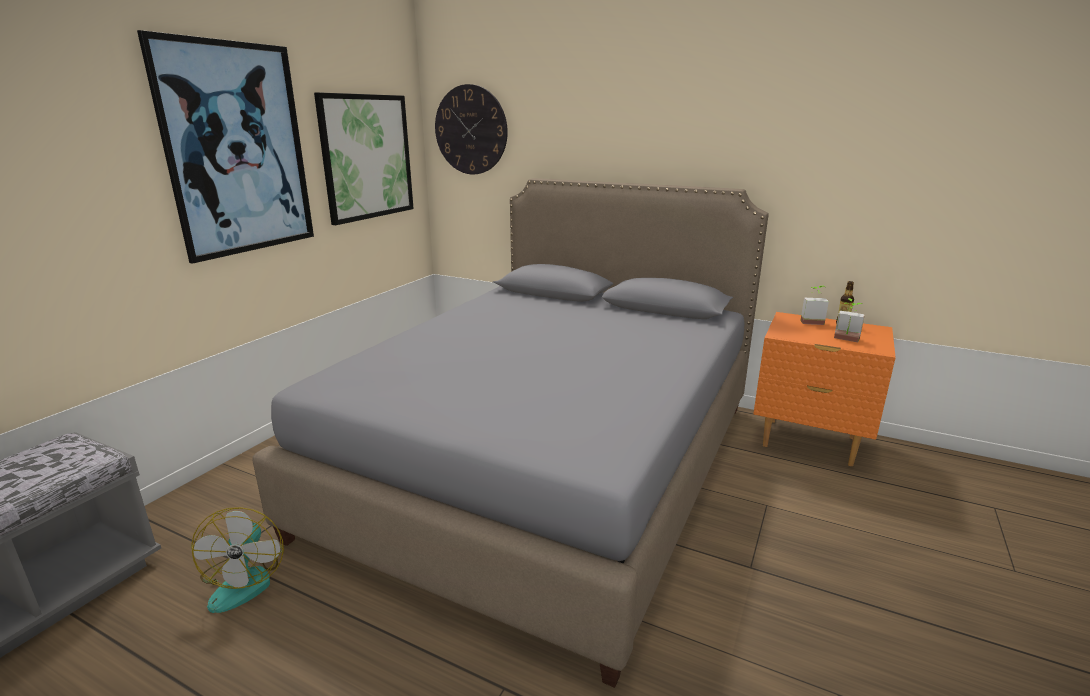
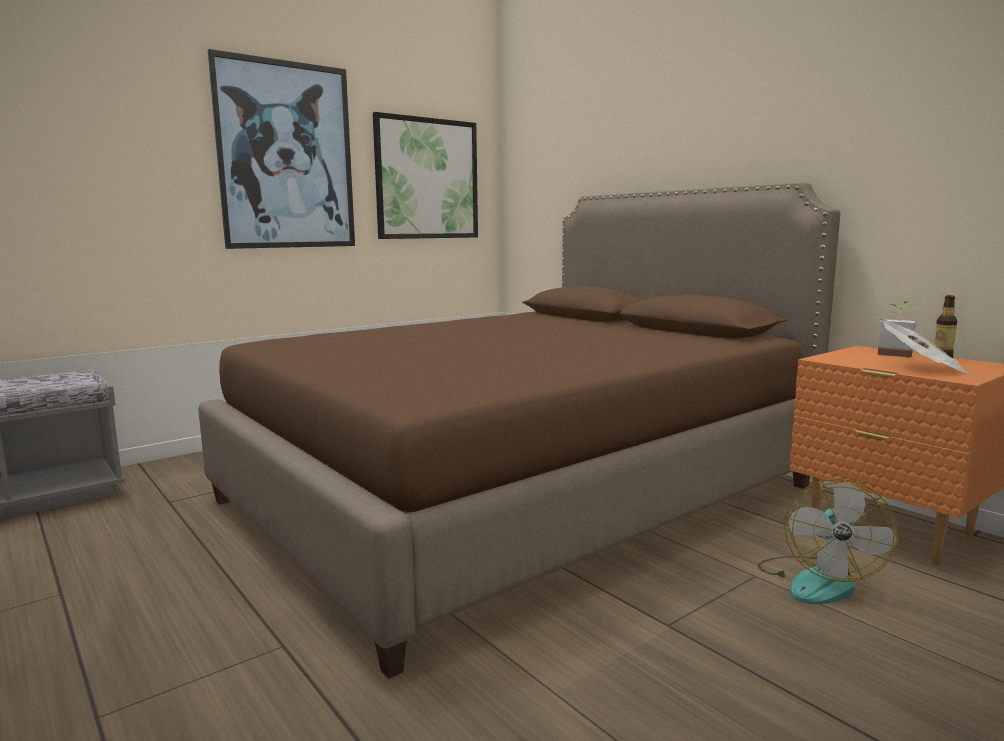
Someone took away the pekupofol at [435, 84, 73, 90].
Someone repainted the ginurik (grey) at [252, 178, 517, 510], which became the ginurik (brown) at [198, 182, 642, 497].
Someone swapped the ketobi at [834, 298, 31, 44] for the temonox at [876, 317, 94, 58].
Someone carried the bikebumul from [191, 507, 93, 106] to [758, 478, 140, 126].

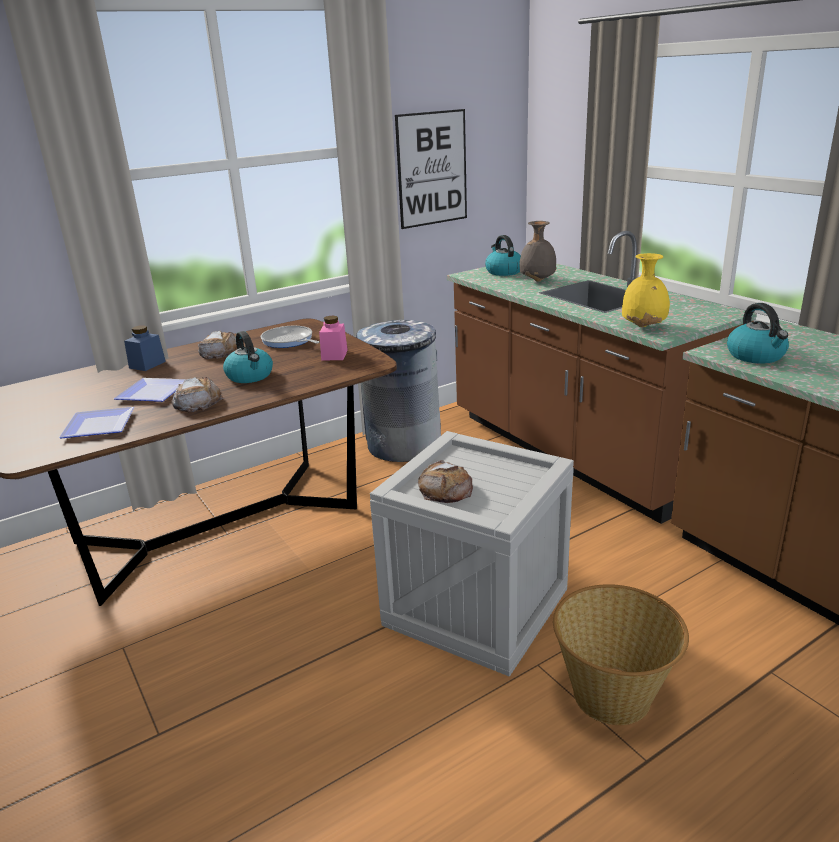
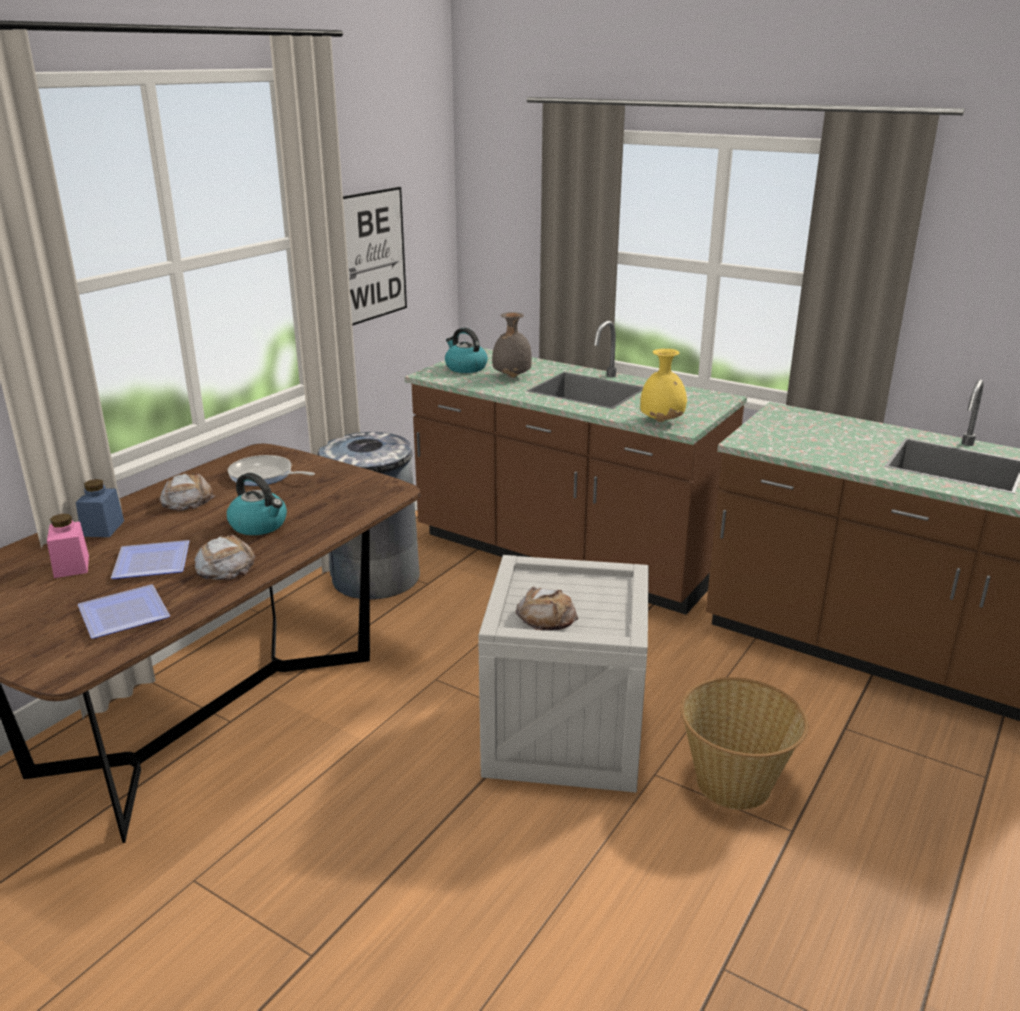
Someone took away the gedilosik at [727, 303, 62, 60].
Someone carried the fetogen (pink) from [319, 316, 29, 45] to [47, 514, 42, 64].

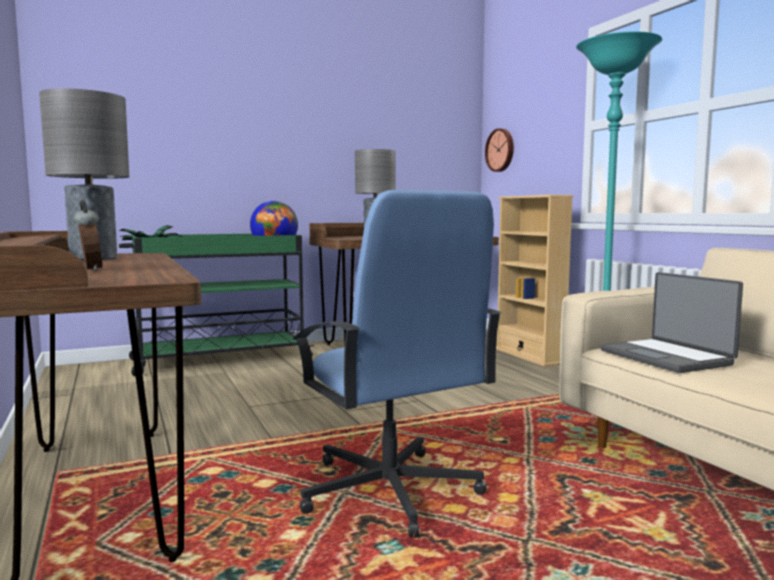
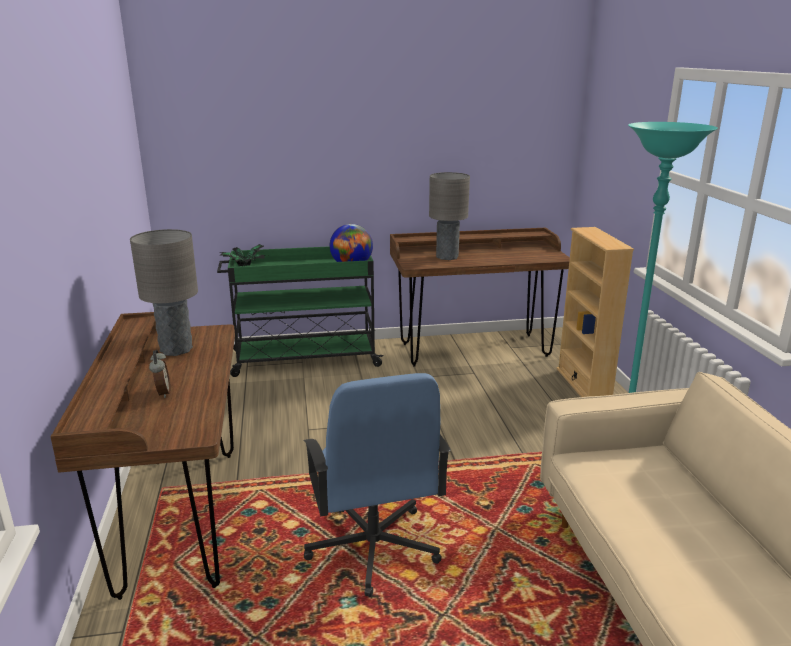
Someone took away the pekupofol at [485, 128, 29, 44].
Someone took away the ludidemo at [600, 272, 143, 101].

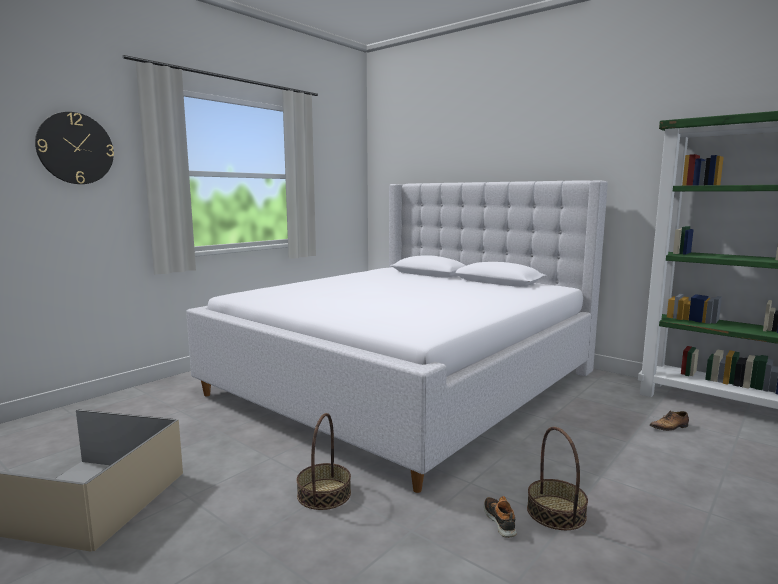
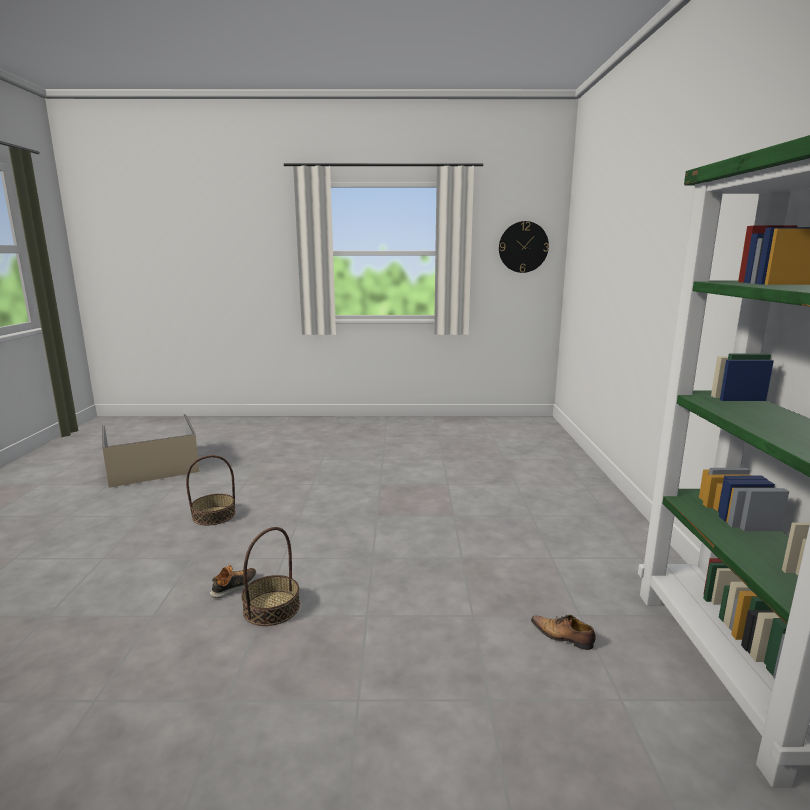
Someone carried the pekupofol from [35, 112, 79, 72] to [499, 221, 50, 52].
Someone took away the ginurik (white) at [186, 180, 422, 313].

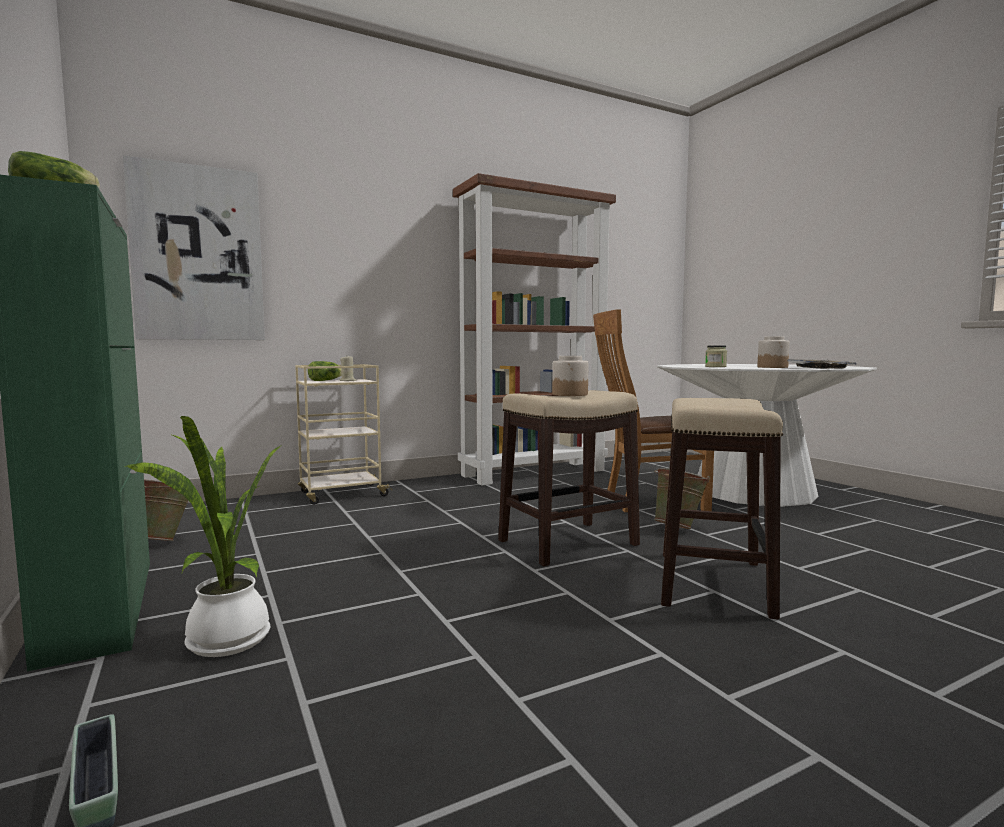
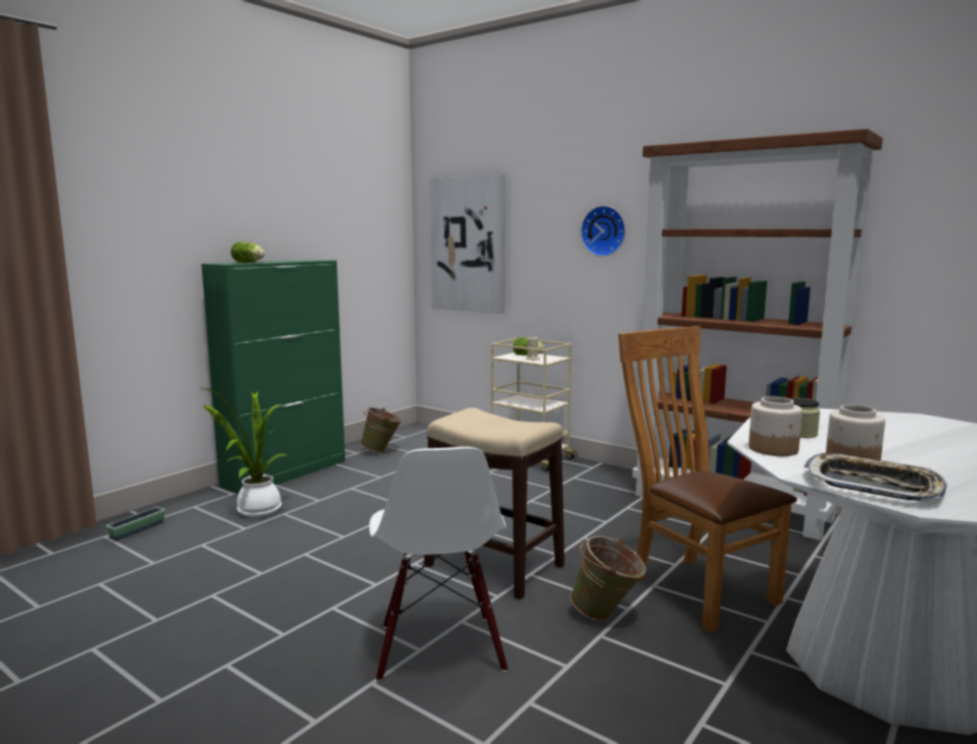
Someone carried the fetogen from [552, 356, 36, 40] to [749, 396, 53, 60].
Someone swapped the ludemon at [661, 398, 122, 222] for the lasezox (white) at [369, 447, 139, 234].
Someone put up the pekupofol at [581, 205, 45, 52].

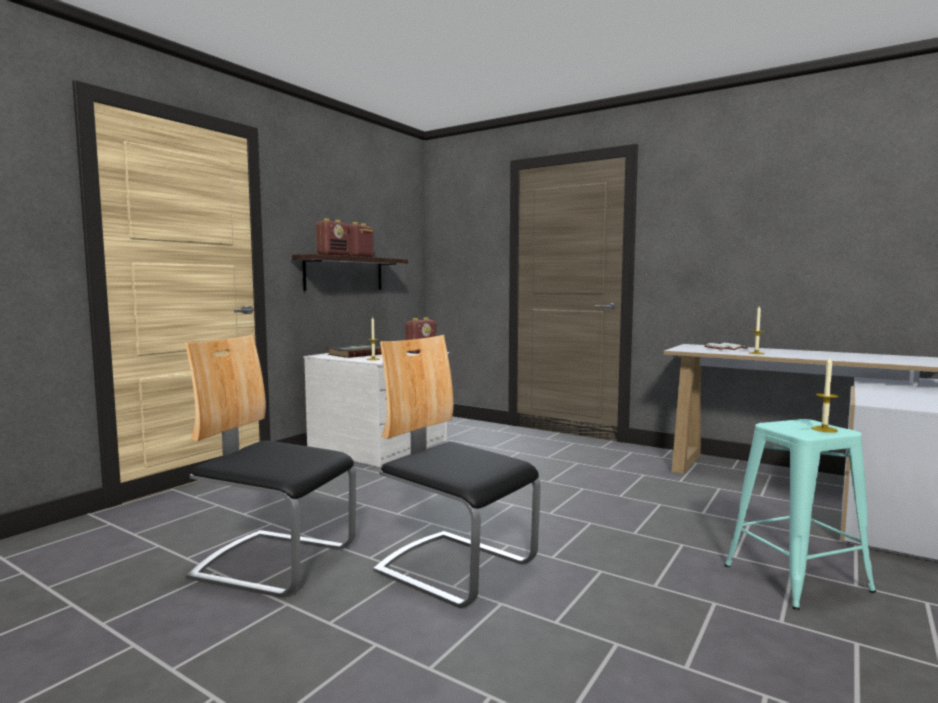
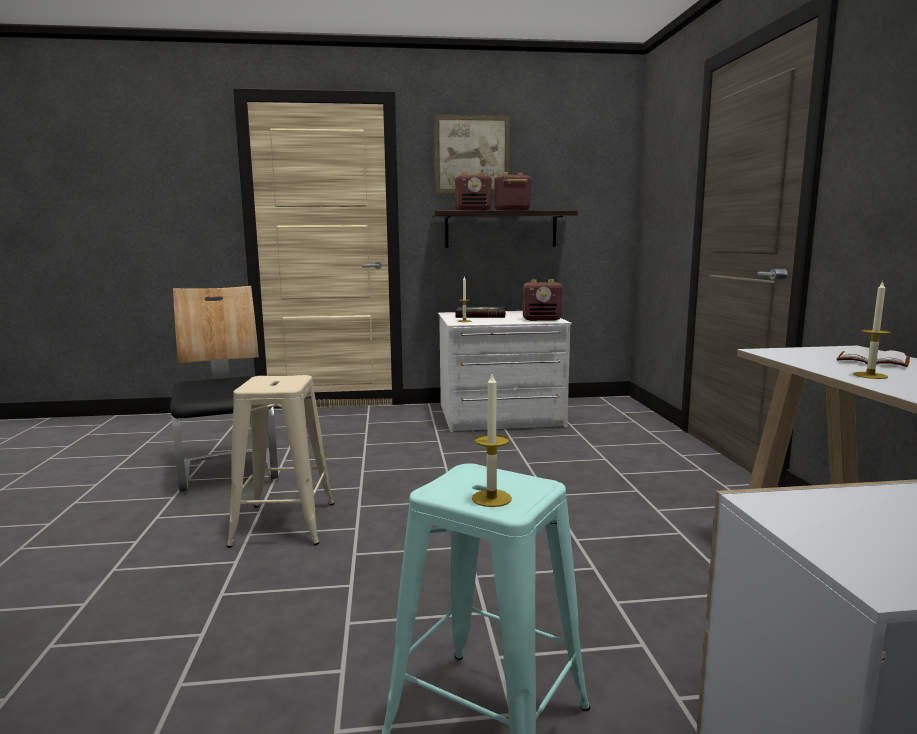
Someone swapped the lasezox at [373, 335, 168, 273] for the ludemon (beige) at [226, 375, 108, 173].
Someone put up the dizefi at [434, 115, 76, 79].

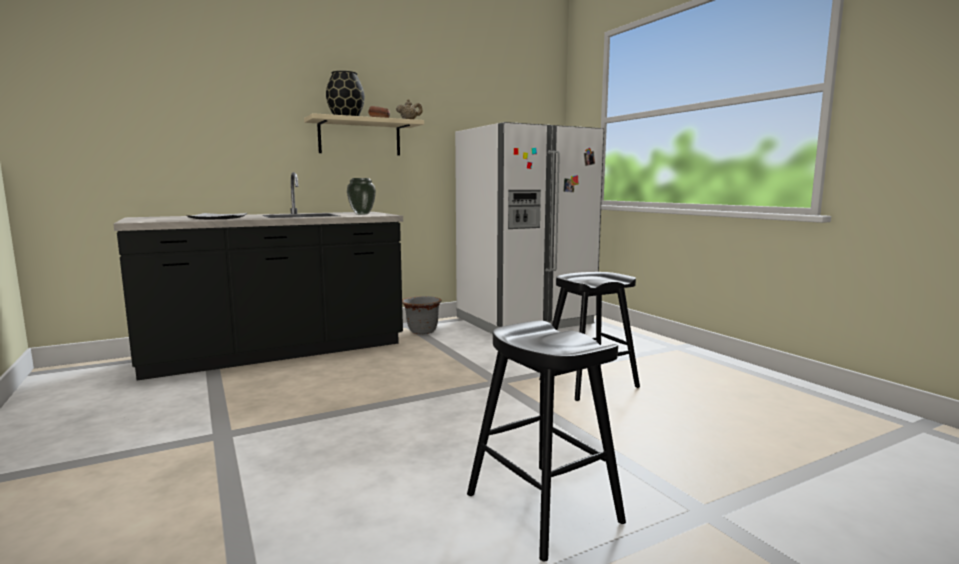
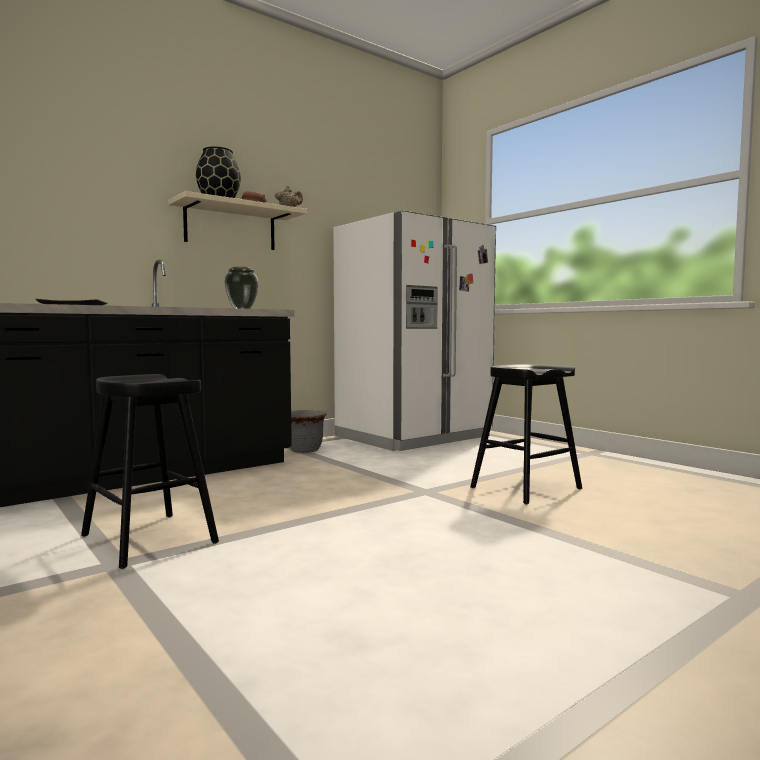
Someone carried the ludemon (black) from [467, 320, 159, 242] to [81, 374, 138, 195].

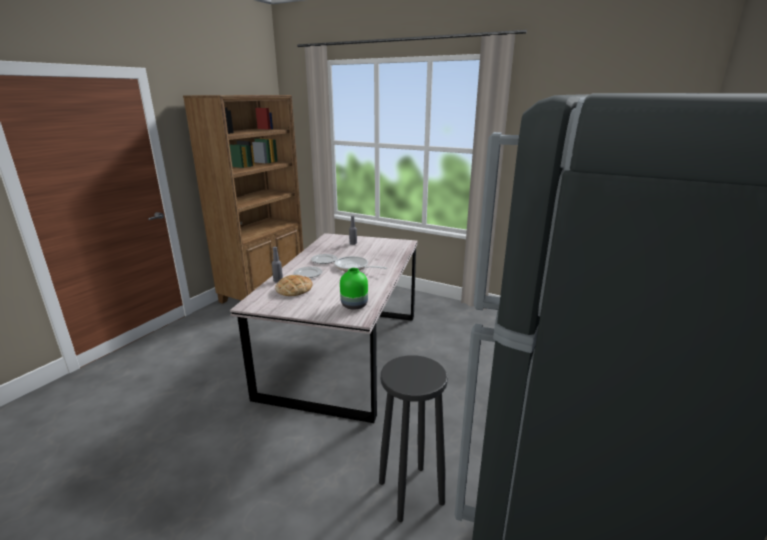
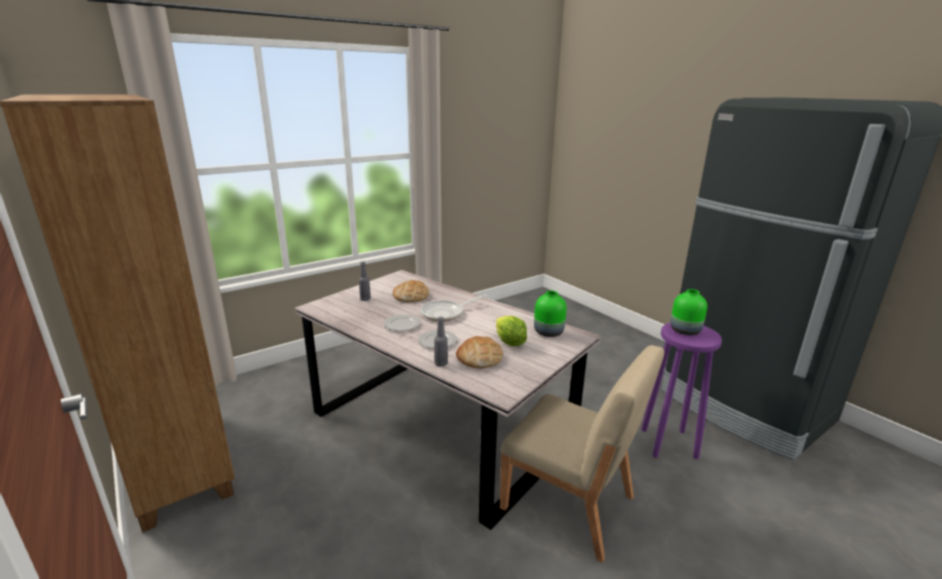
Someone repainted the ludemon (black) at [379, 355, 69, 167], which became the ludemon (purple) at [641, 323, 81, 136].
Someone put down the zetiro at [393, 280, 36, 22].
Someone put down the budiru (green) at [670, 289, 37, 47].
Someone put down the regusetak at [496, 316, 31, 30].
Someone put down the lasezox (beige) at [500, 345, 164, 218].

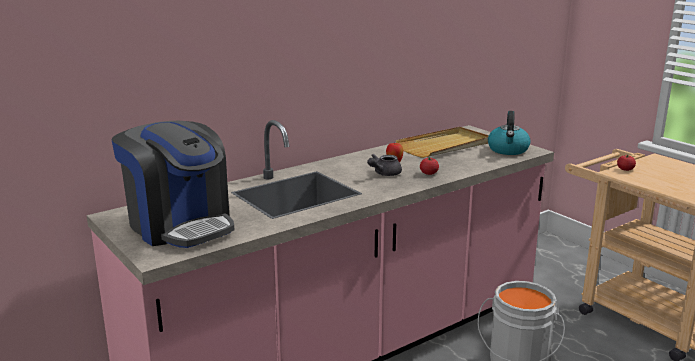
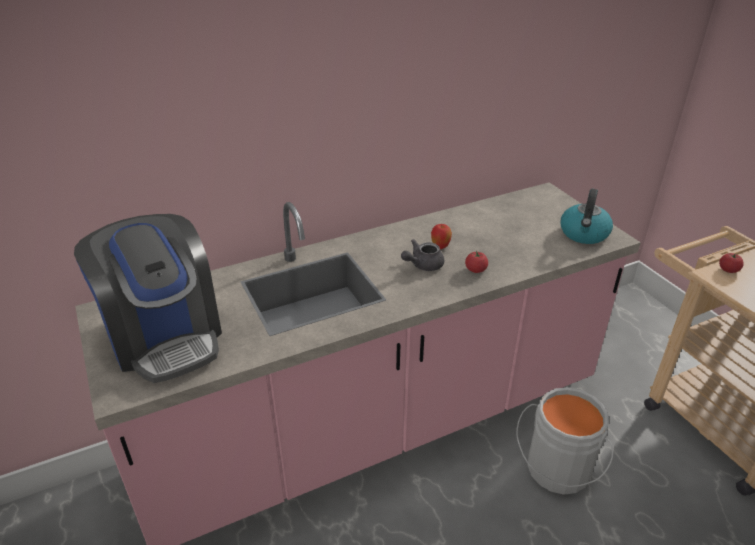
Someone took away the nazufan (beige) at [395, 127, 94, 31].

